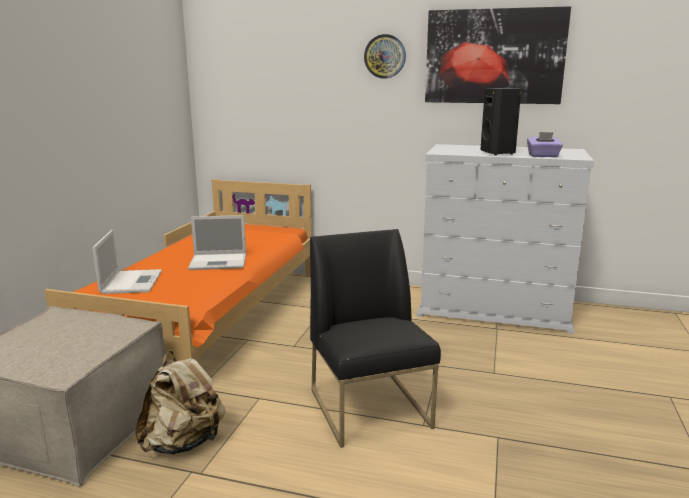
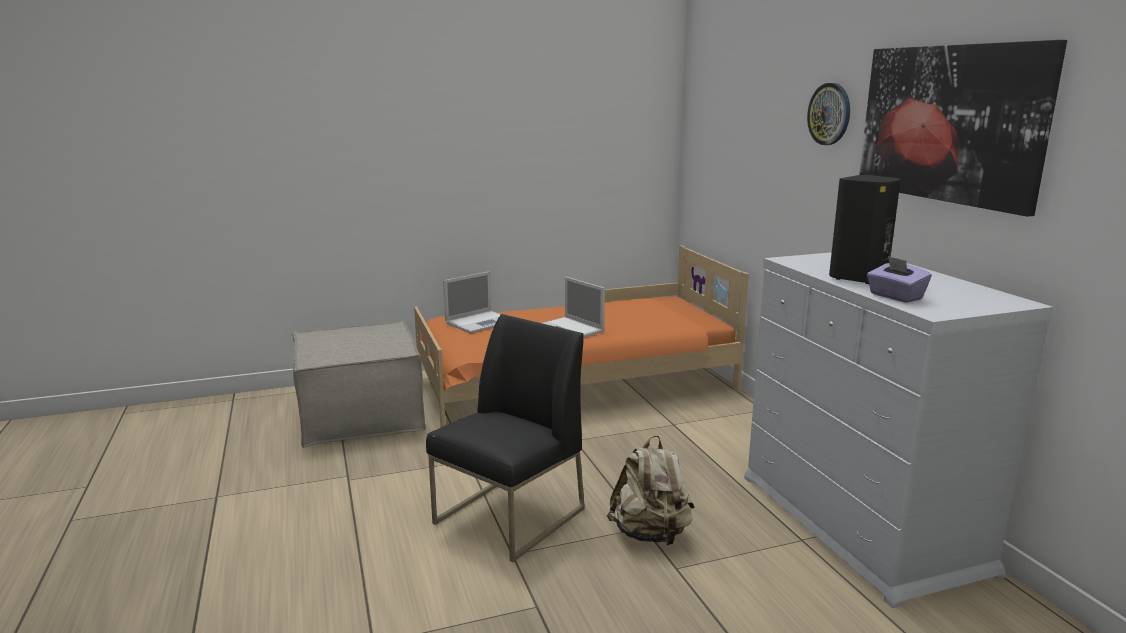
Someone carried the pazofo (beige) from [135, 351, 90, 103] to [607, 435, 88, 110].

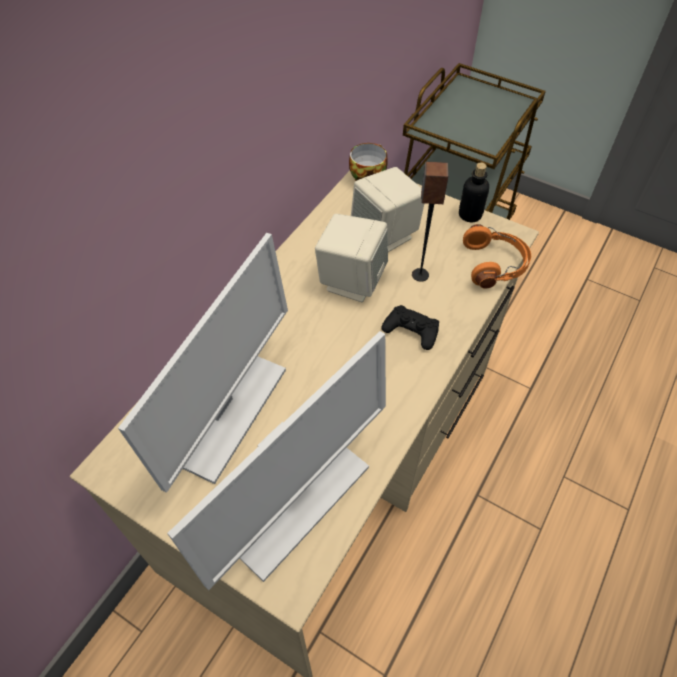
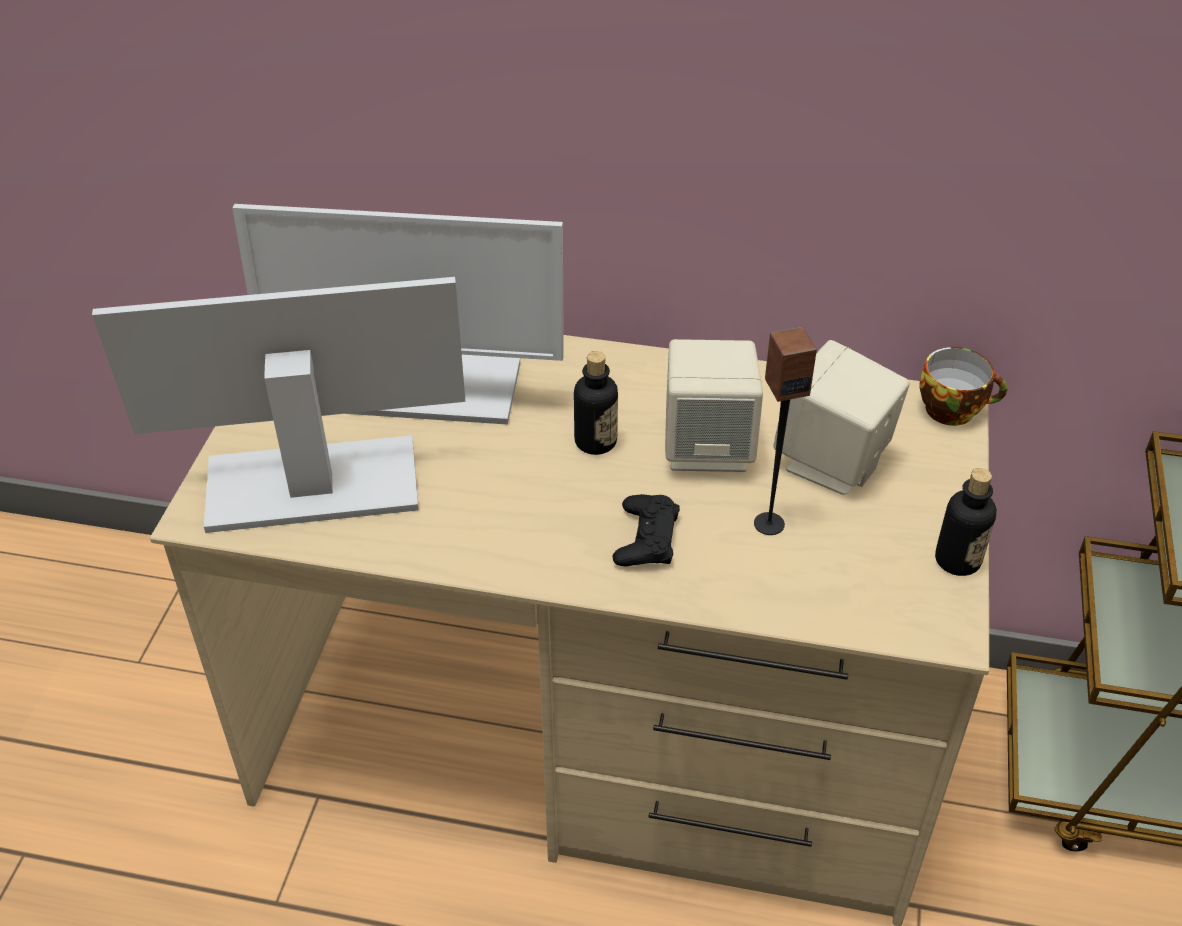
Someone took away the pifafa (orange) at [463, 224, 68, 65].
Someone rotated the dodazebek at [167, 331, 219, 259] by 150 degrees clockwise.
Someone put down the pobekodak at [574, 351, 44, 104].

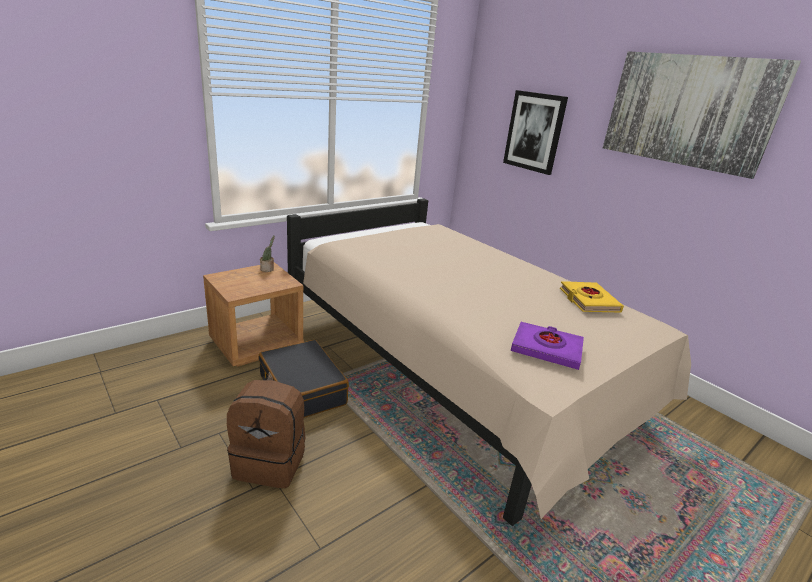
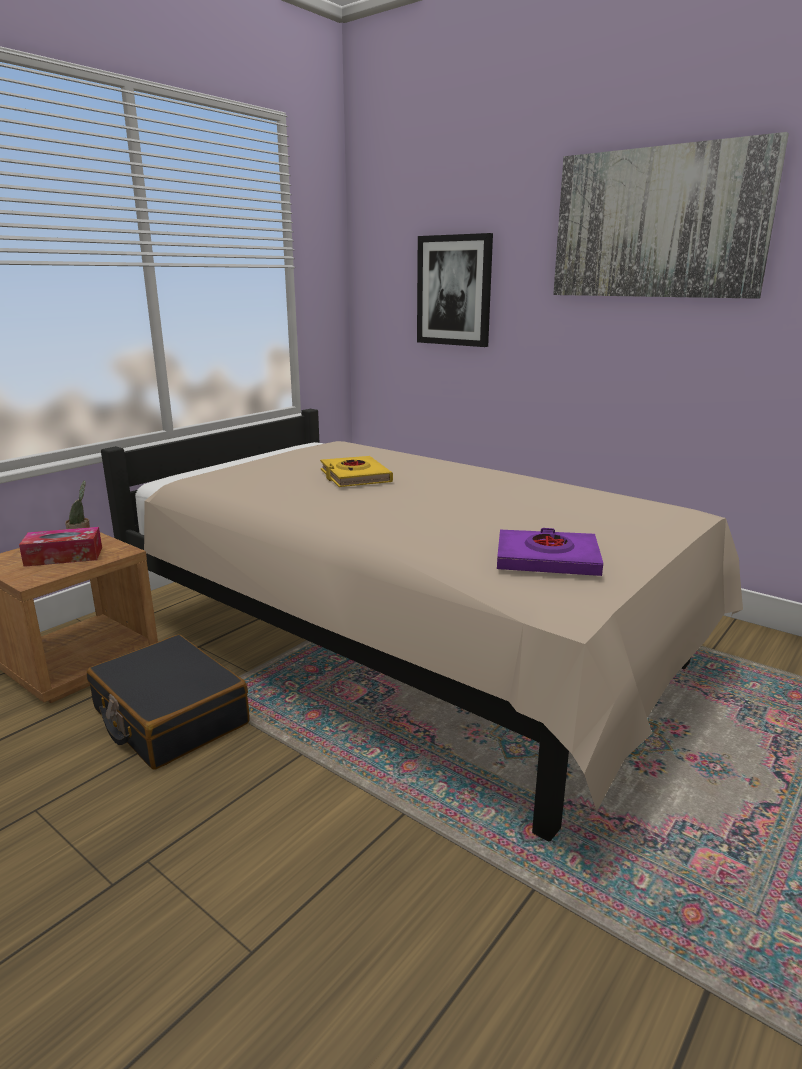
Someone carried the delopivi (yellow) from [560, 281, 64, 32] to [320, 456, 73, 31].
Someone took away the pazofo (brown) at [227, 380, 78, 108].
Someone put down the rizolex at [19, 527, 83, 40].

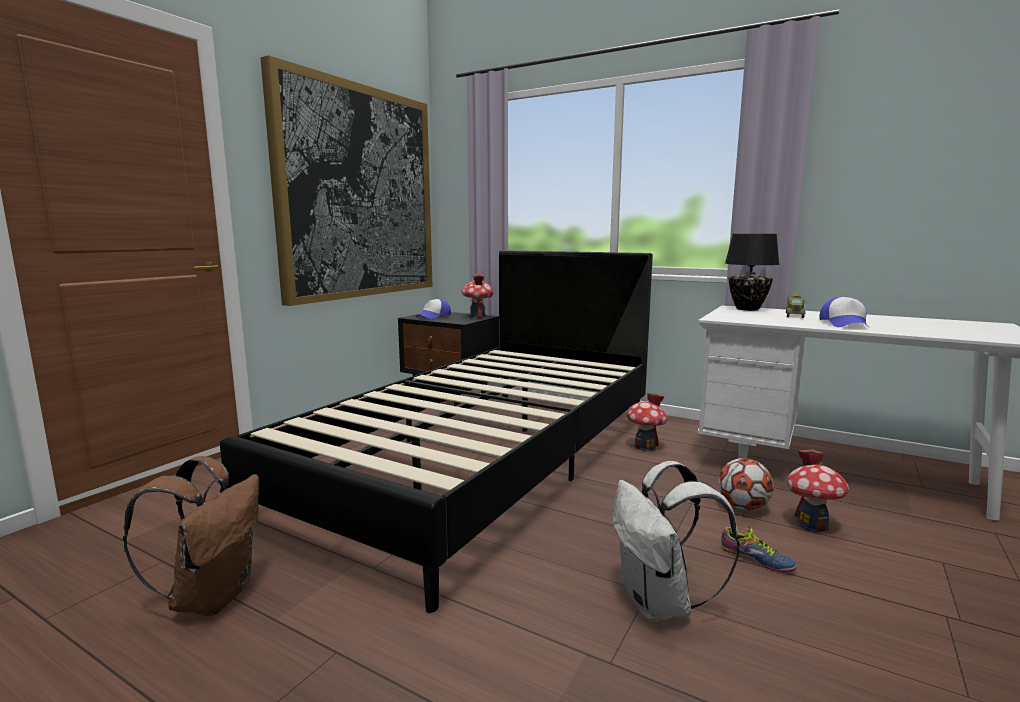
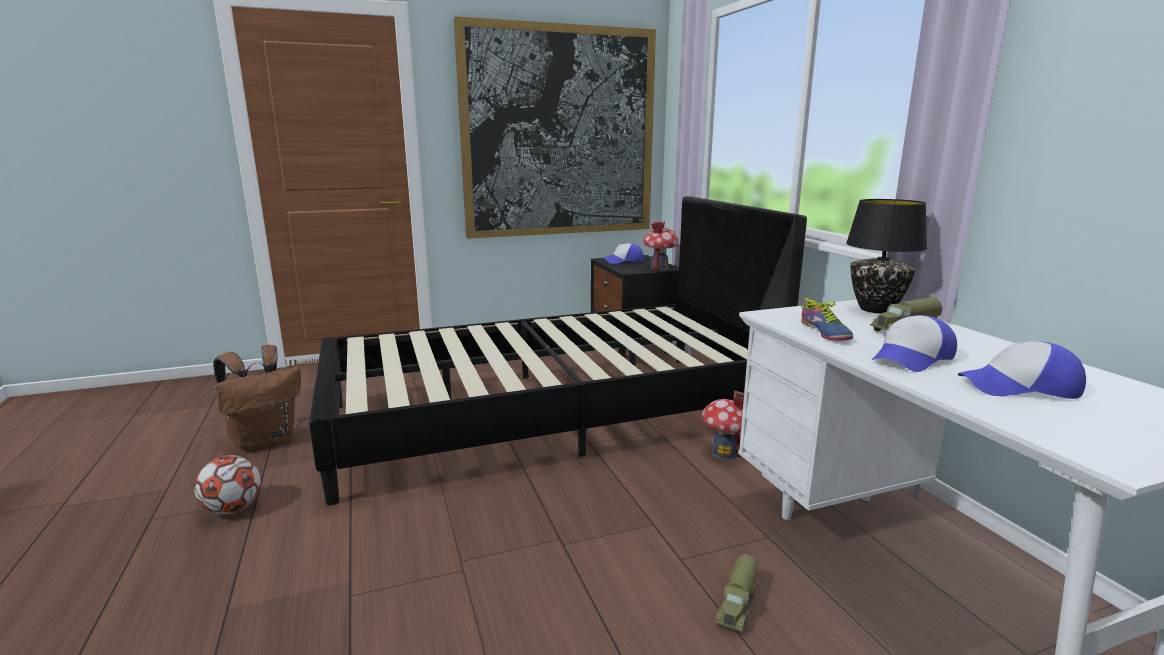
Someone swapped the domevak at [787, 449, 62, 83] for the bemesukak at [715, 554, 43, 78].
Someone carried the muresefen from [718, 458, 56, 53] to [194, 455, 67, 60].
Someone took away the pazofo (white) at [613, 461, 127, 160].
Someone carried the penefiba from [721, 527, 76, 45] to [801, 297, 52, 43].
Someone put down the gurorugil at [957, 341, 129, 58].

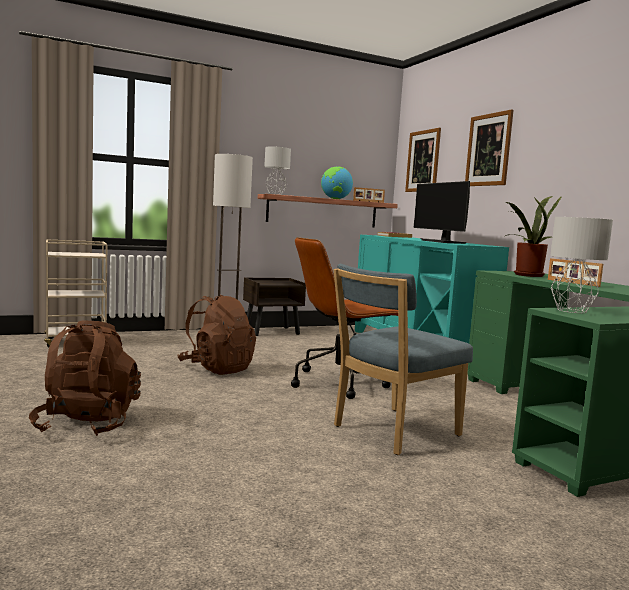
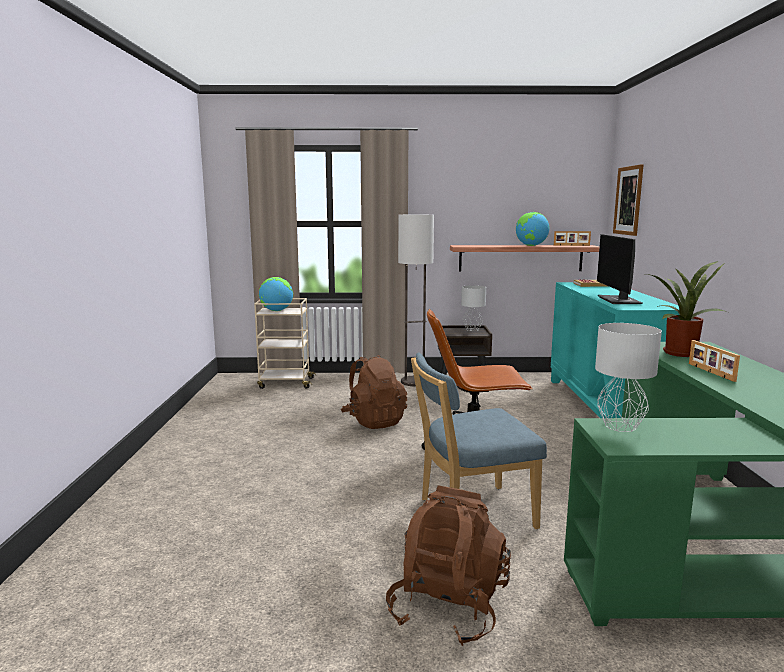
Someone took away the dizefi at [465, 109, 49, 77].
Someone carried the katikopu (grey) from [264, 146, 27, 49] to [461, 285, 25, 46].
Someone carried the pazofo (brown) from [29, 321, 112, 115] to [386, 485, 125, 161].
Someone put down the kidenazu at [259, 277, 34, 34].

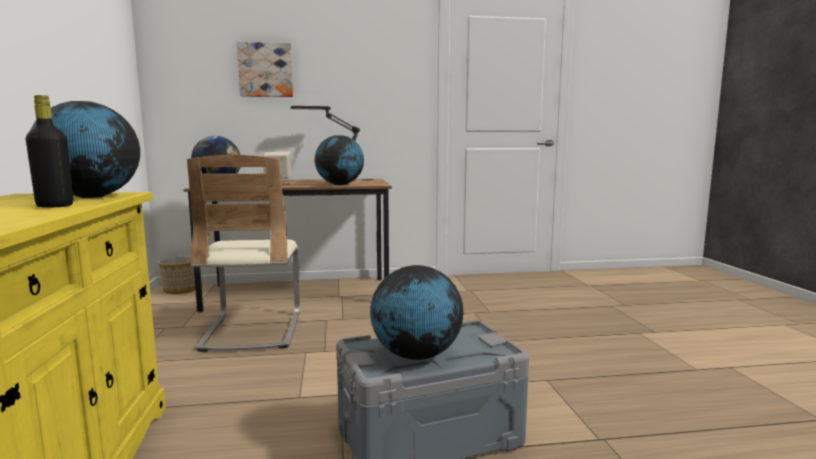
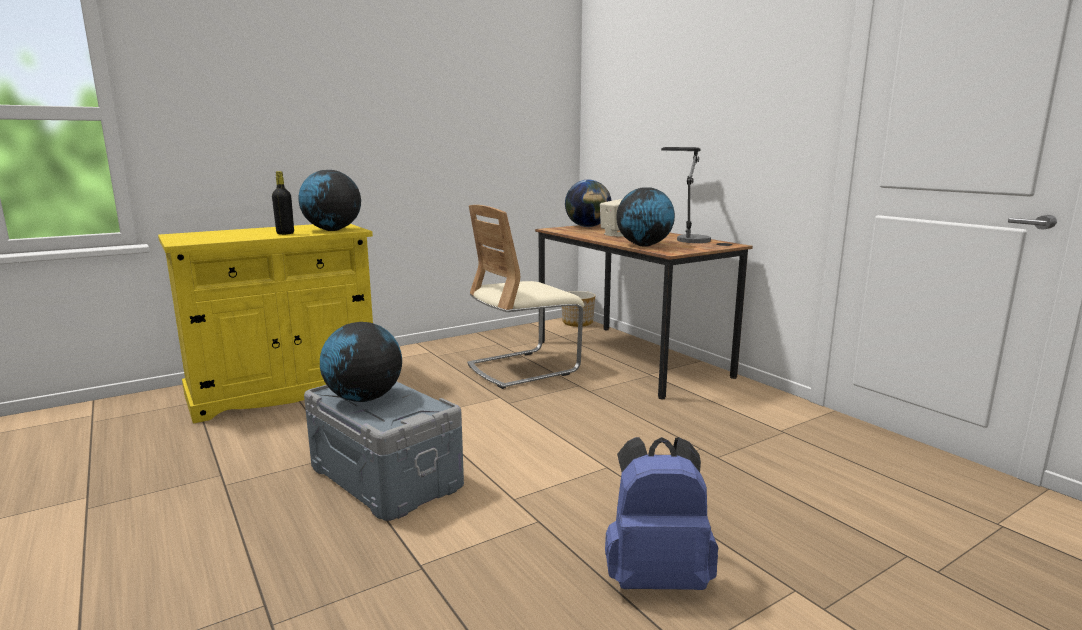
Someone took away the dizefi at [237, 42, 56, 55].
Someone put down the pazofo (blue) at [605, 437, 113, 153].

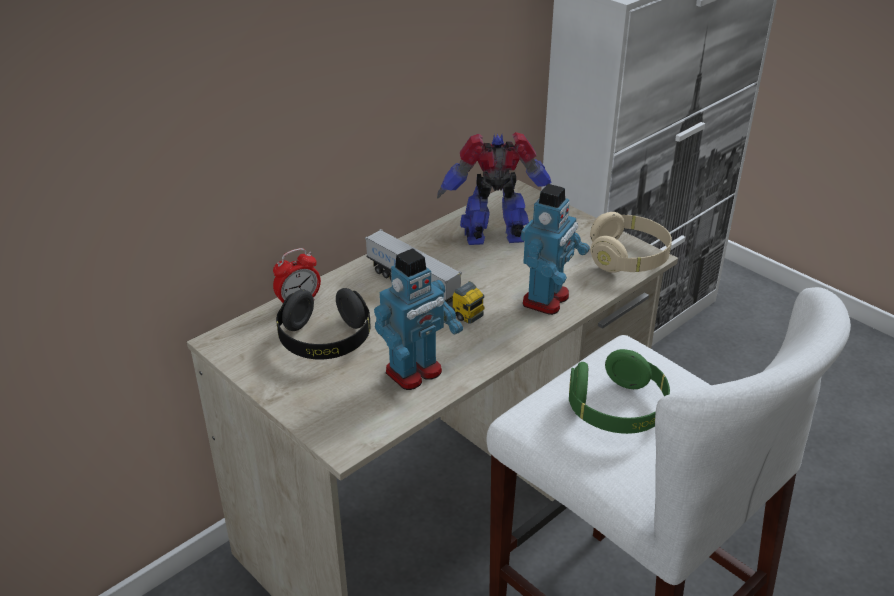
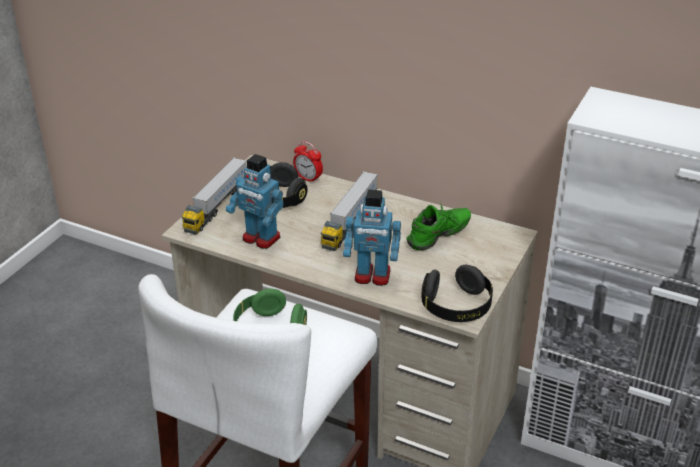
Someone swapped the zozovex at [437, 132, 115, 113] for the penefiba (green) at [406, 202, 65, 49].
Someone repainted the pifafa (beige) at [590, 212, 82, 61], which became the pifafa (black) at [421, 265, 72, 57].
Someone put down the bemesukak at [182, 157, 65, 77].

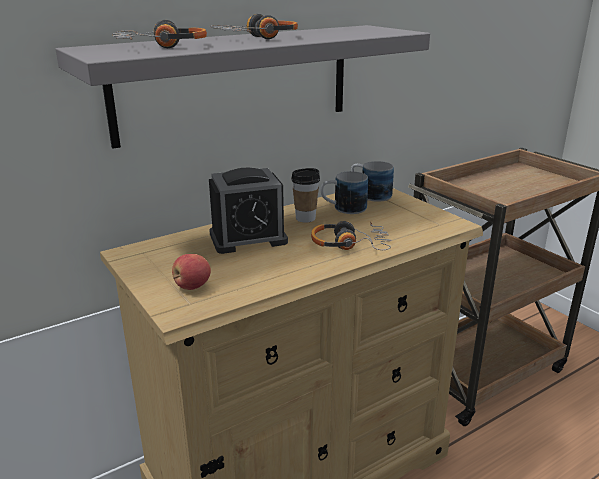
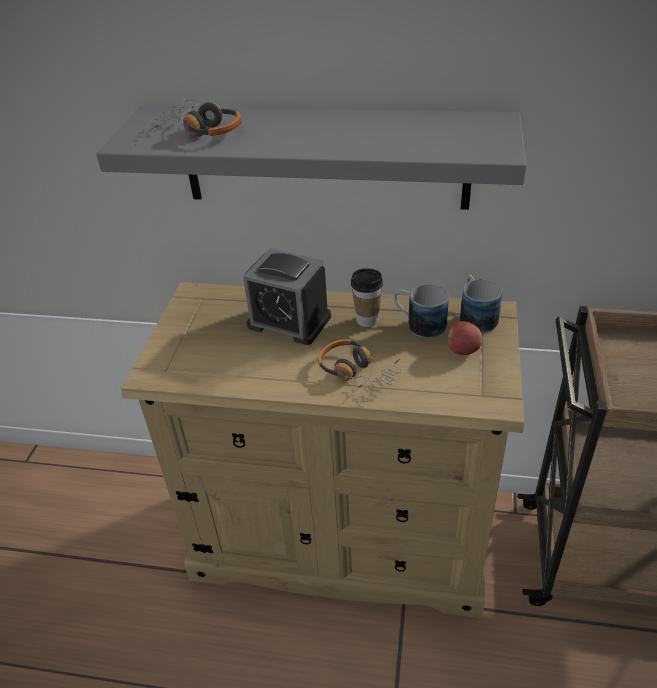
Someone took away the pifafa at [210, 14, 88, 25].
Someone carried the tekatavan from [172, 254, 39, 36] to [446, 321, 36, 34].

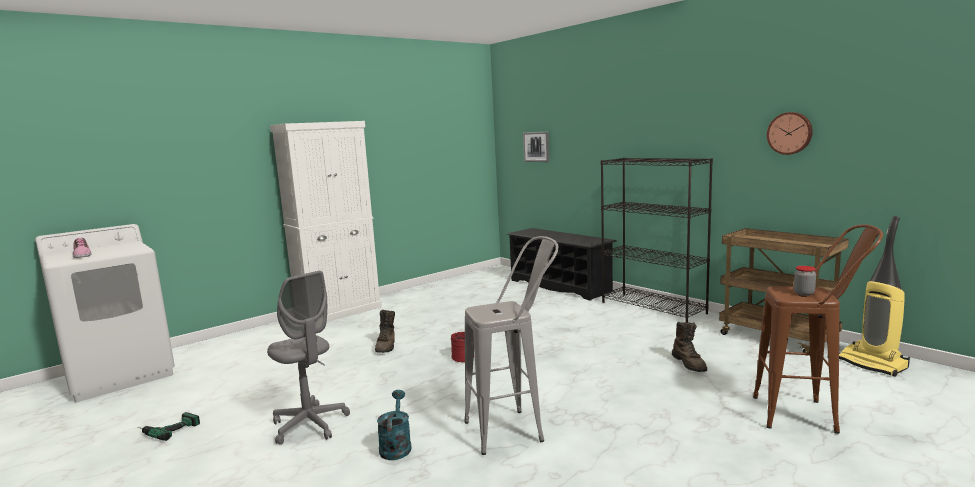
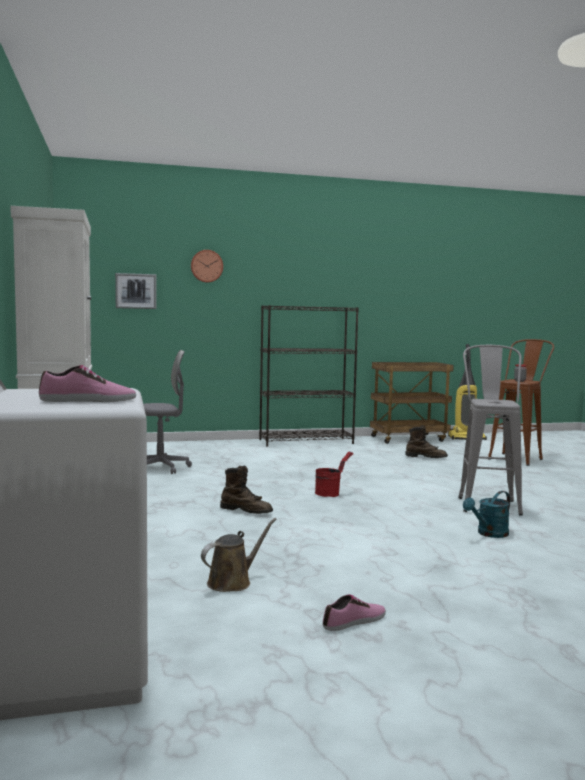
Someone carried the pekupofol from [767, 112, 46, 43] to [191, 250, 32, 33].
Someone took away the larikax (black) at [507, 228, 110, 73].
Someone carried the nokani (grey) from [267, 271, 83, 174] to [143, 350, 49, 124].
Someone rotated the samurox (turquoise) at [377, 390, 35, 70] by 60 degrees counterclockwise.
Someone swapped the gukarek at [138, 412, 62, 29] for the penefiba at [323, 594, 63, 37].
Someone put down the samurox (brown) at [201, 518, 76, 74].

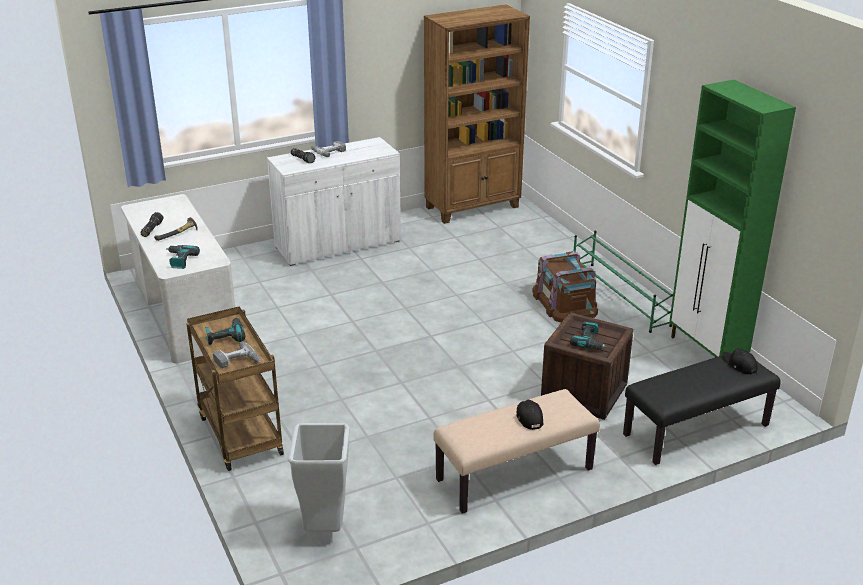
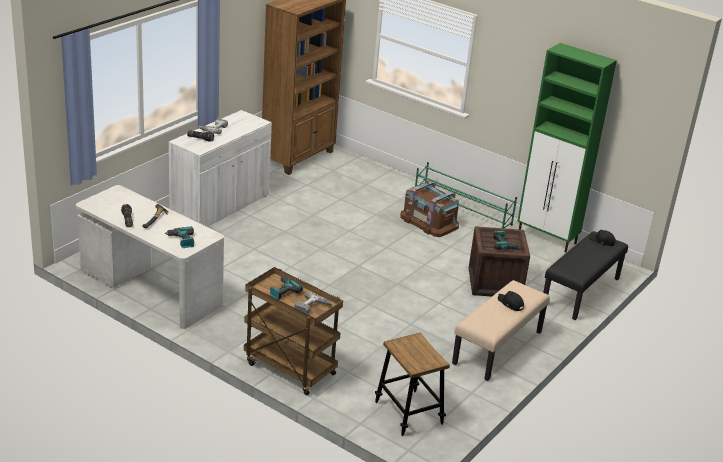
Someone swapped the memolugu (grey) at [288, 423, 62, 109] for the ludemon at [375, 333, 75, 103].

